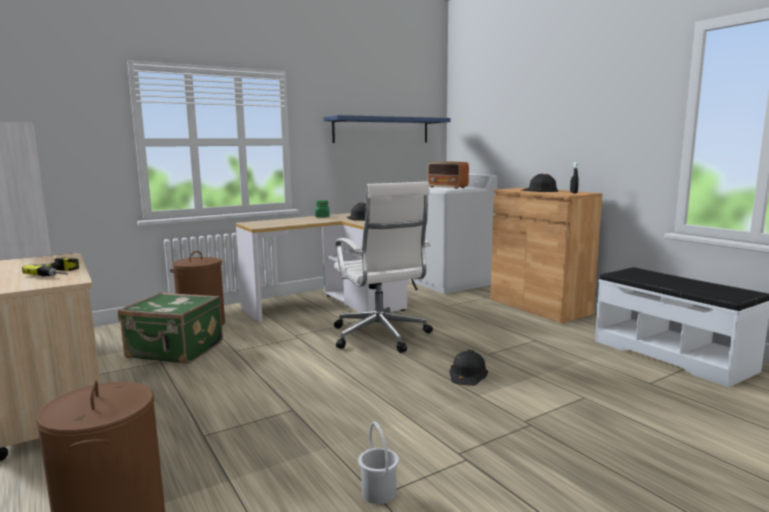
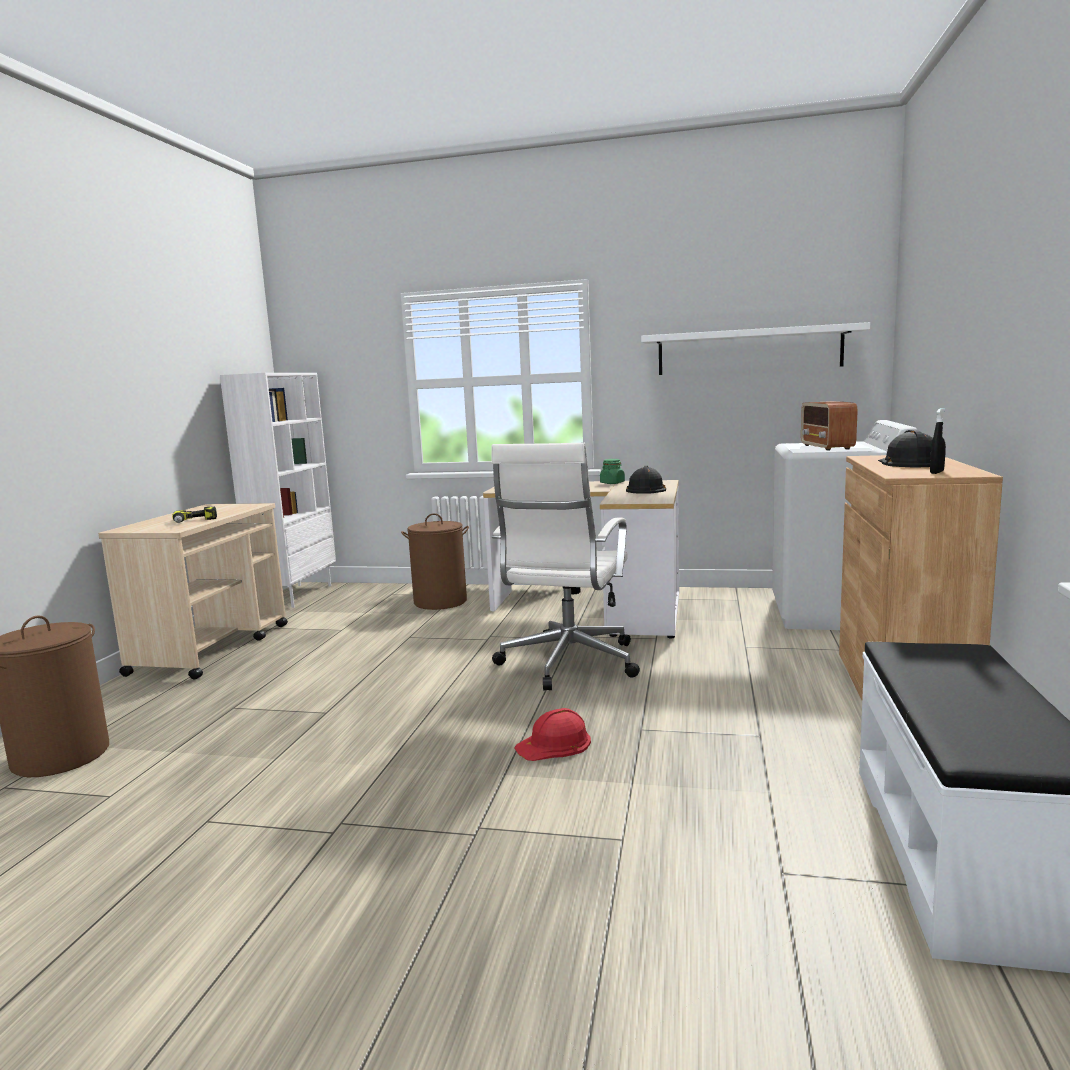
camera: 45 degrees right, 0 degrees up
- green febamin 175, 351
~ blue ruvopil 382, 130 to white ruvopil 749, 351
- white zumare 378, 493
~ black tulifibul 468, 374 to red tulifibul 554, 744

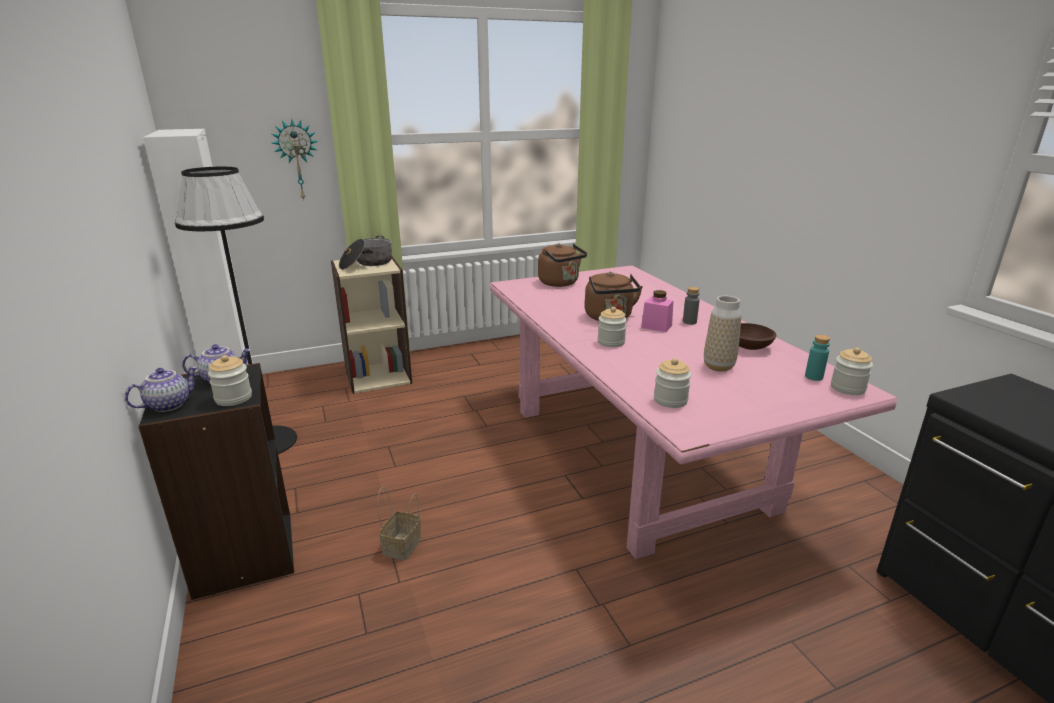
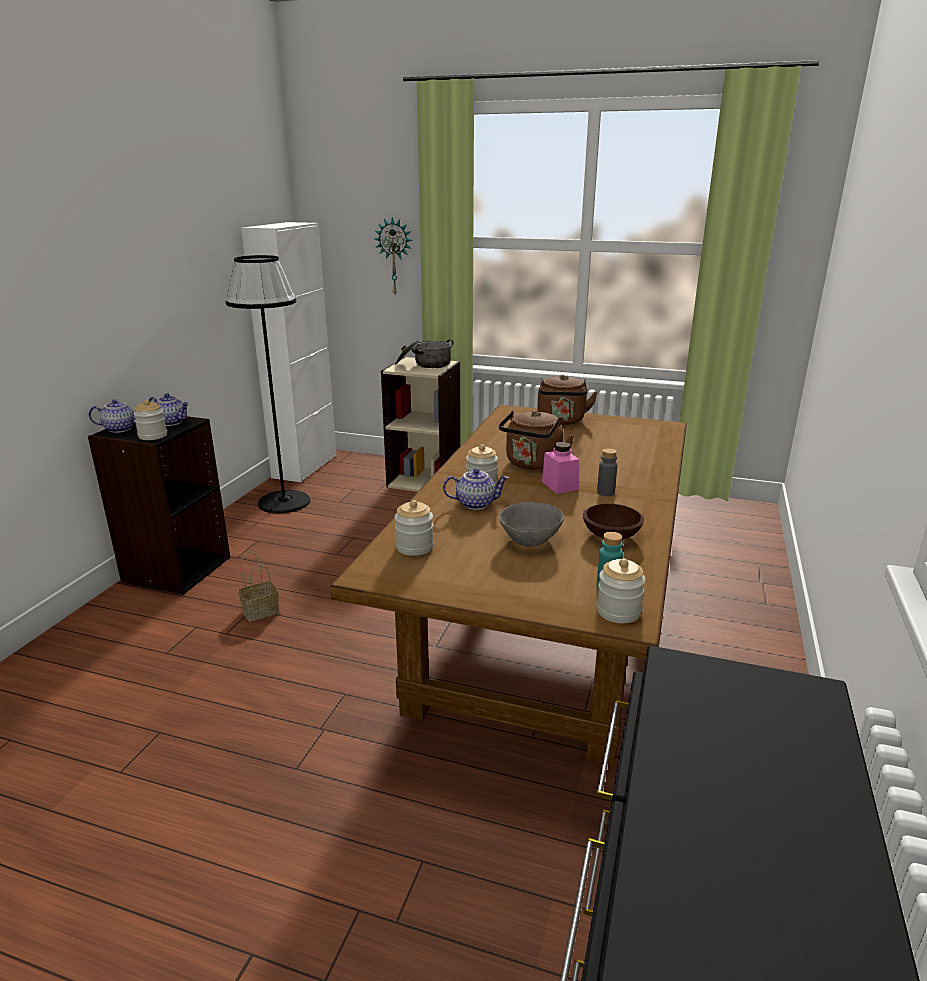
camera: 40 degrees right, 0 degrees up
~ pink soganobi 635, 455 to brown soganobi 541, 635
~ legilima 718, 366 to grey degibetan 529, 539
+ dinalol 476, 503

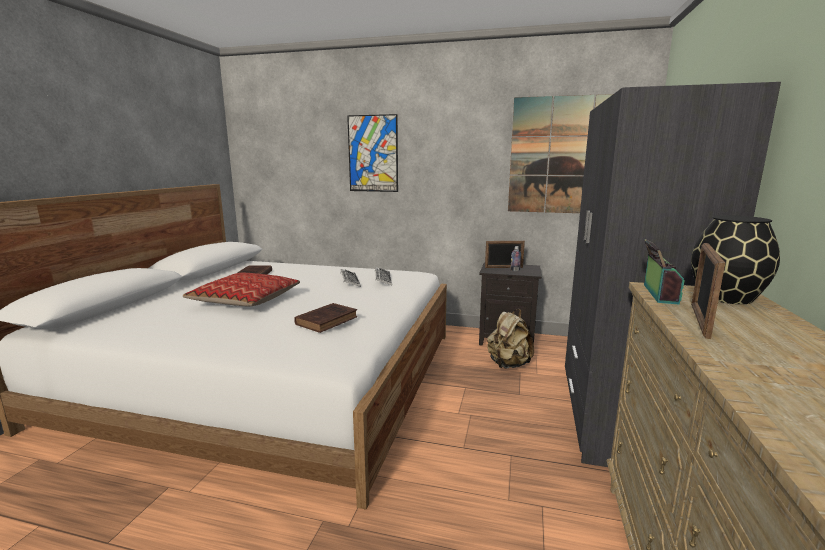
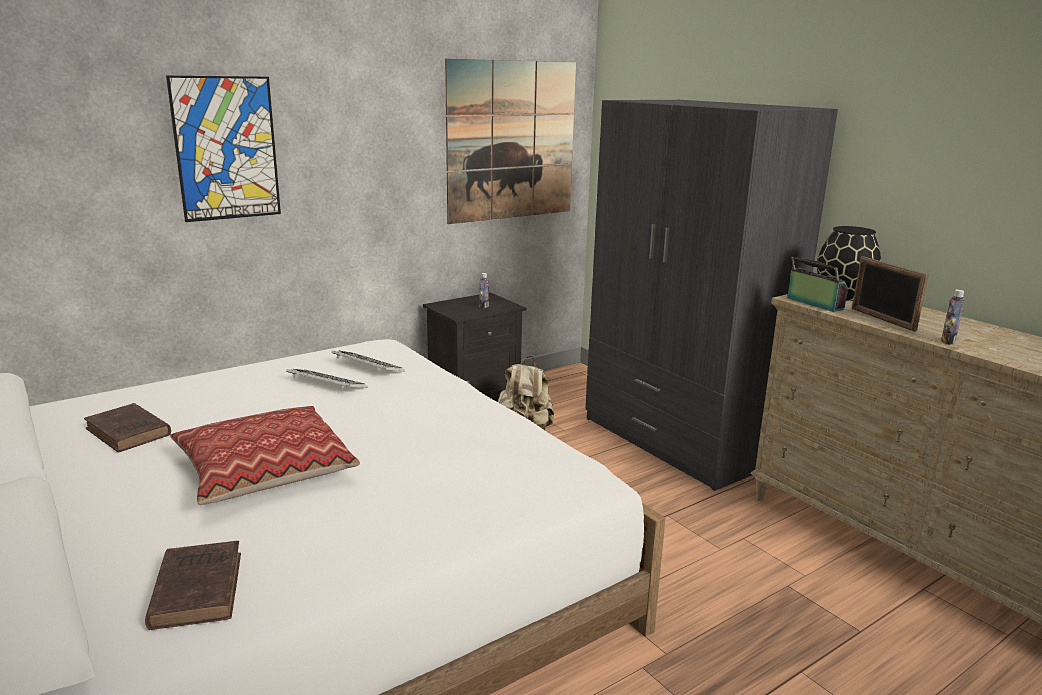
camera: 50 degrees left, 5 degrees up
~ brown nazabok 328, 320 to 198, 588
- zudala 503, 267
+ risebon 948, 341

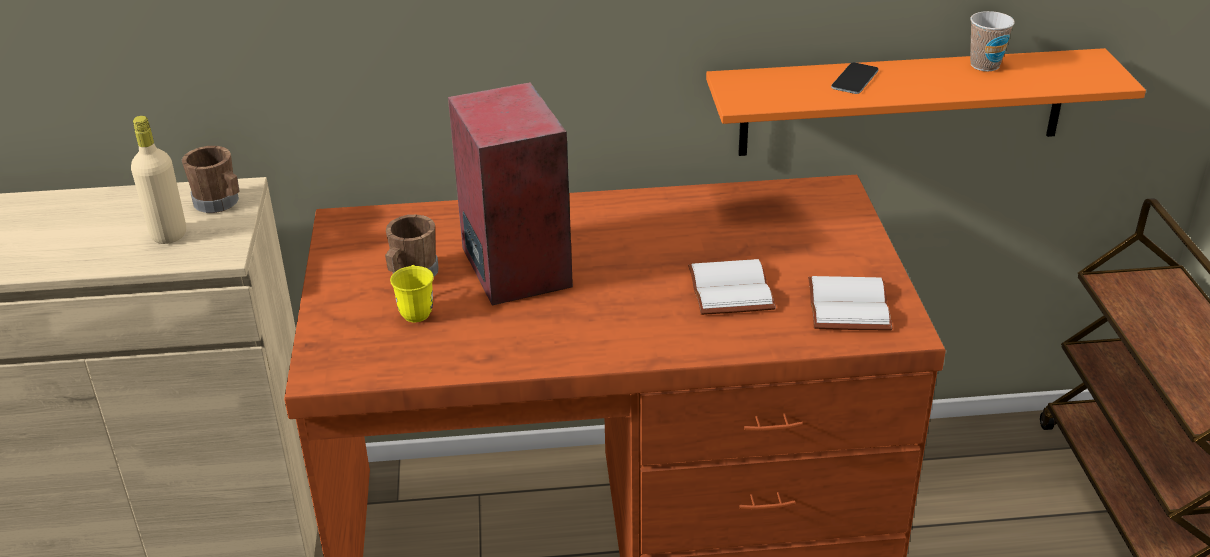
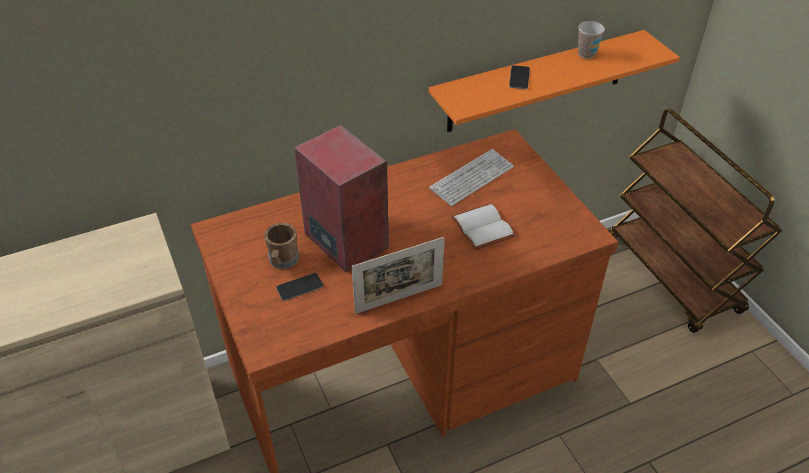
camera: 20 degrees left, 10 degrees up
- beige risebon 169, 234
- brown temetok 220, 203
~ yellow temetok 416, 310 to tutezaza 299, 287
- white nazabok 845, 305
+ zudala 399, 298
+ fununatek 472, 178

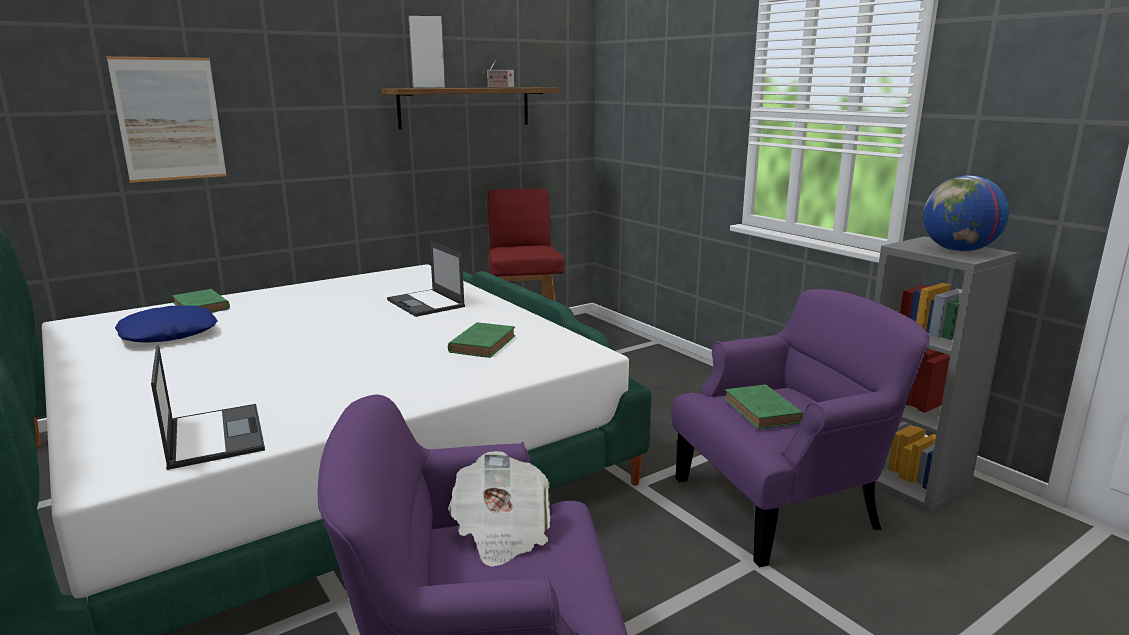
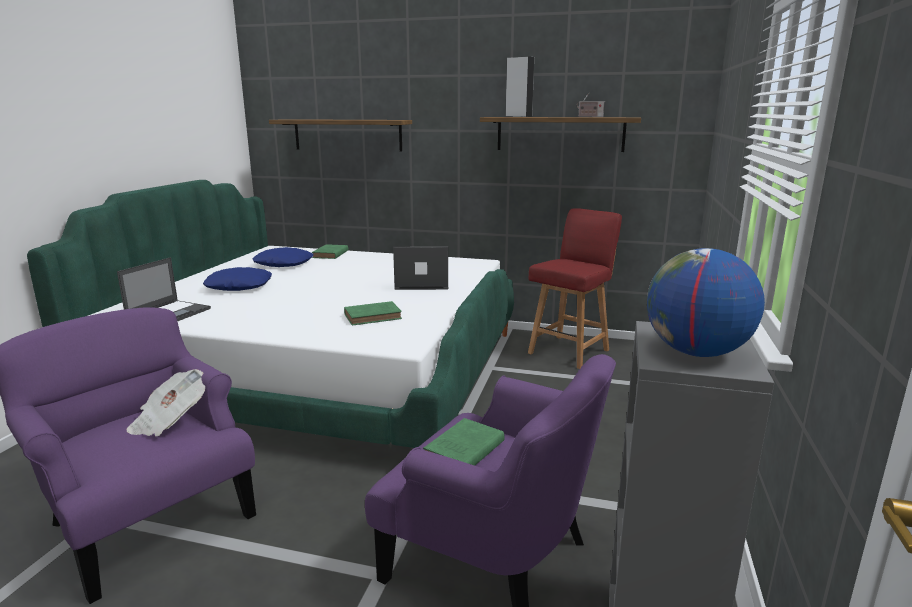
camera: 50 degrees right, 0 degrees up
~ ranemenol 169, 119 to ruvopil 347, 135
~ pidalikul 426, 303 = 421, 283 75 degrees clockwise
+ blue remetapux 239, 286

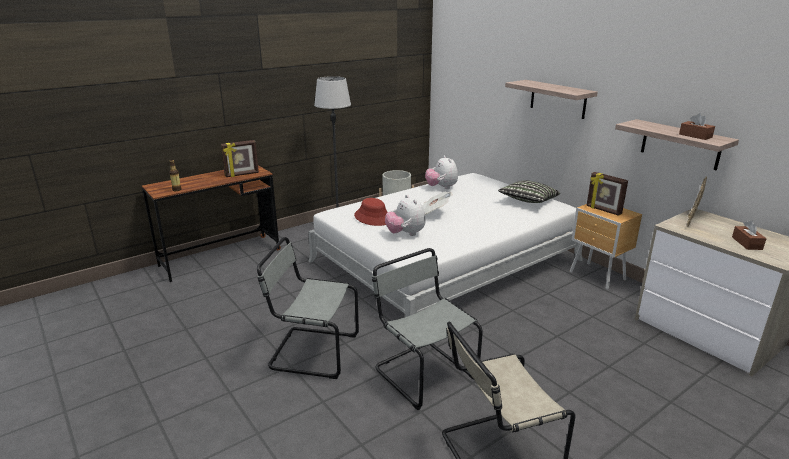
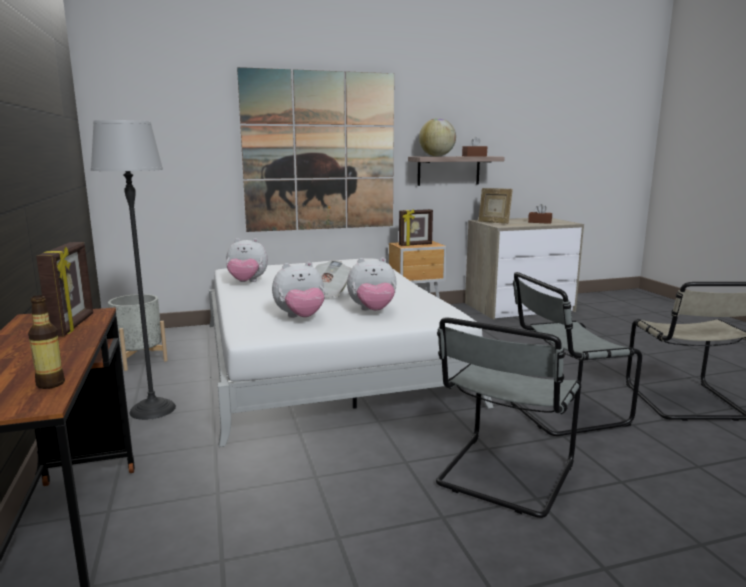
camera: 70 degrees left, 10 degrees down
~ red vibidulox 373, 217 to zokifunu 300, 318
- remetapux 528, 201
~ ruvopil 558, 99 to ranemenol 320, 152
+ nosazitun 437, 156

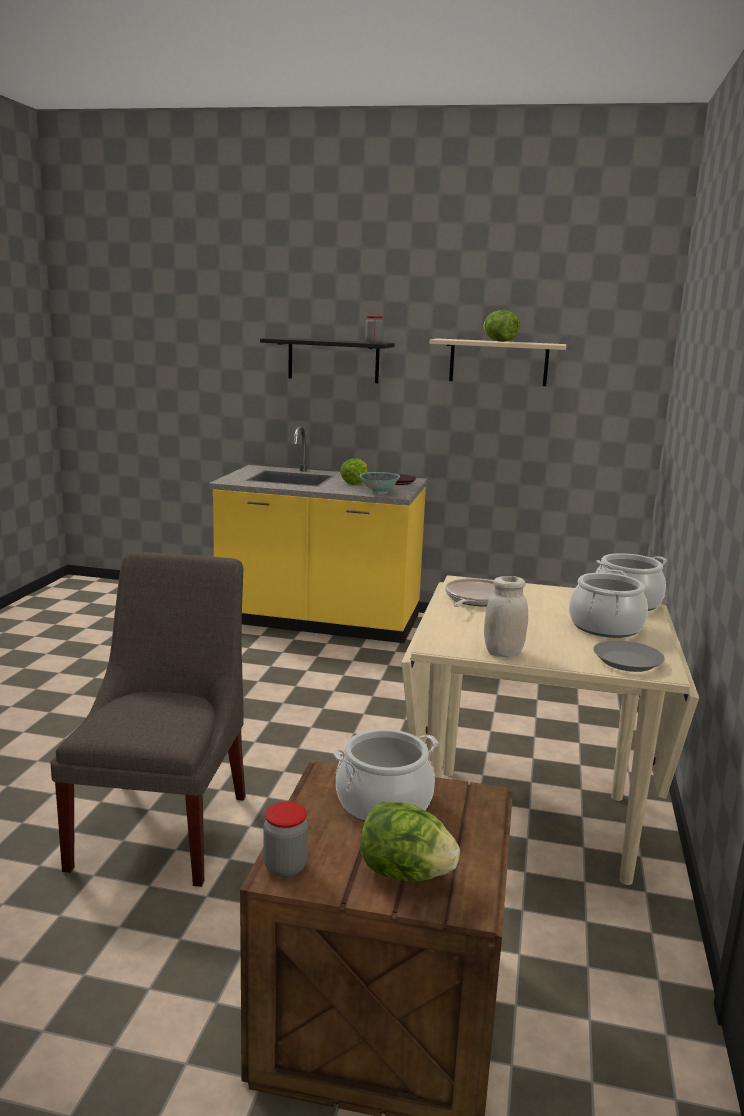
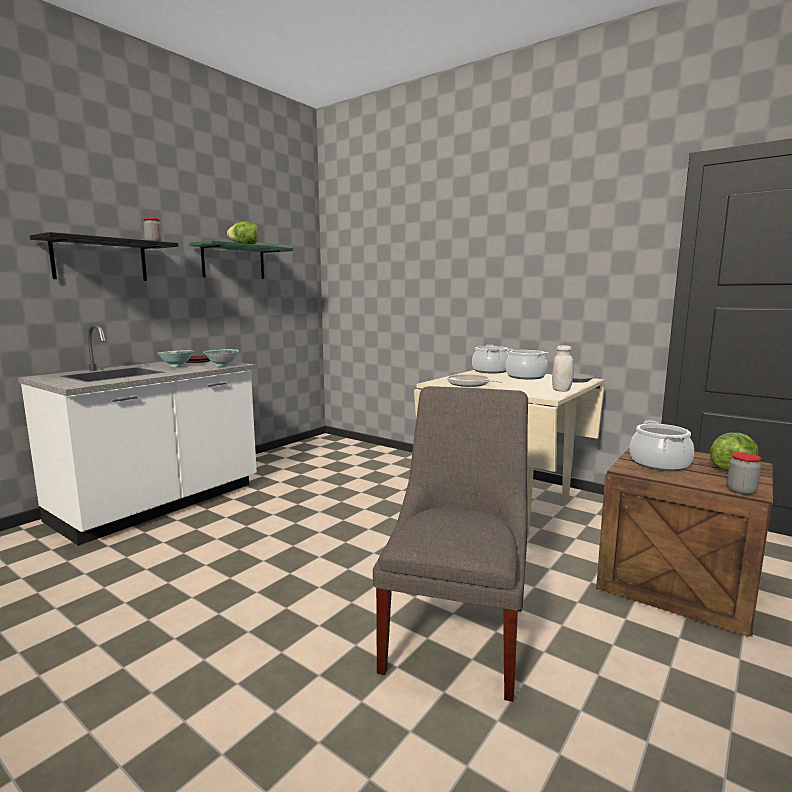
camera: 65 degrees left, 5 degrees down
~ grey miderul 165, 825 = 458, 632 75 degrees clockwise
~ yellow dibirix 319, 621 to white dibirix 159, 503
~ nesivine 354, 483 to degibetan 177, 366
~ beige ruvopil 498, 362 to green ruvopil 233, 262

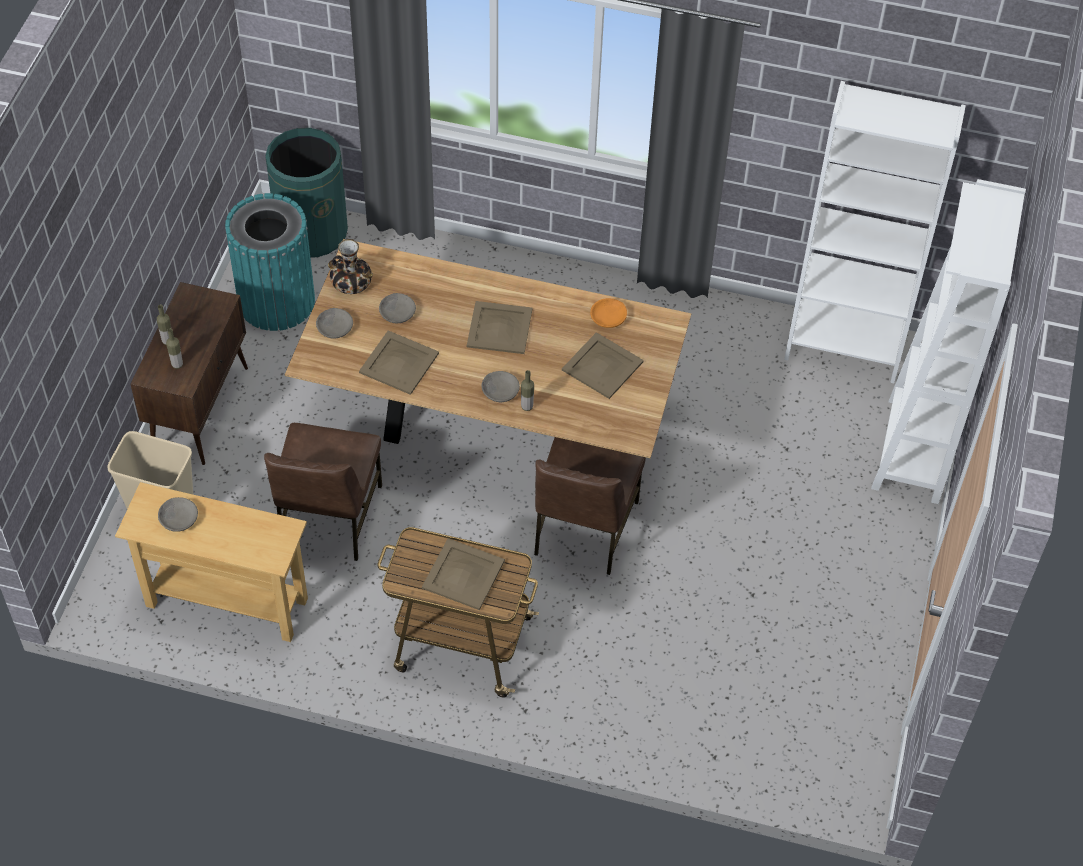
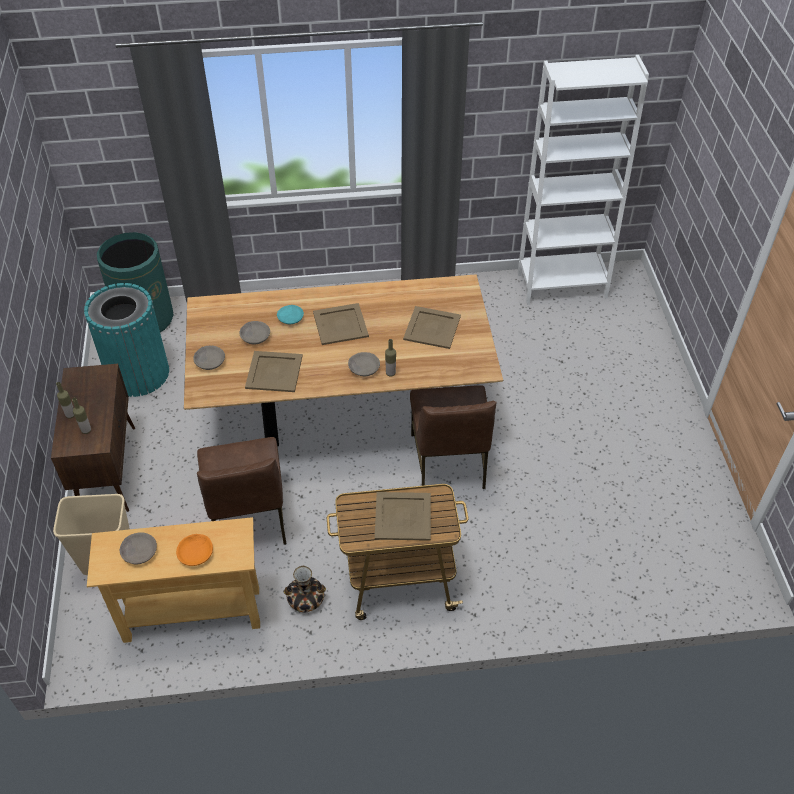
camera: 20 degrees left, 5 degrees down
~ legilima 350, 282 to 305, 599
~ orange degibetan 608, 317 to 196, 553
- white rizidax 913, 450
+ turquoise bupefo 290, 318

